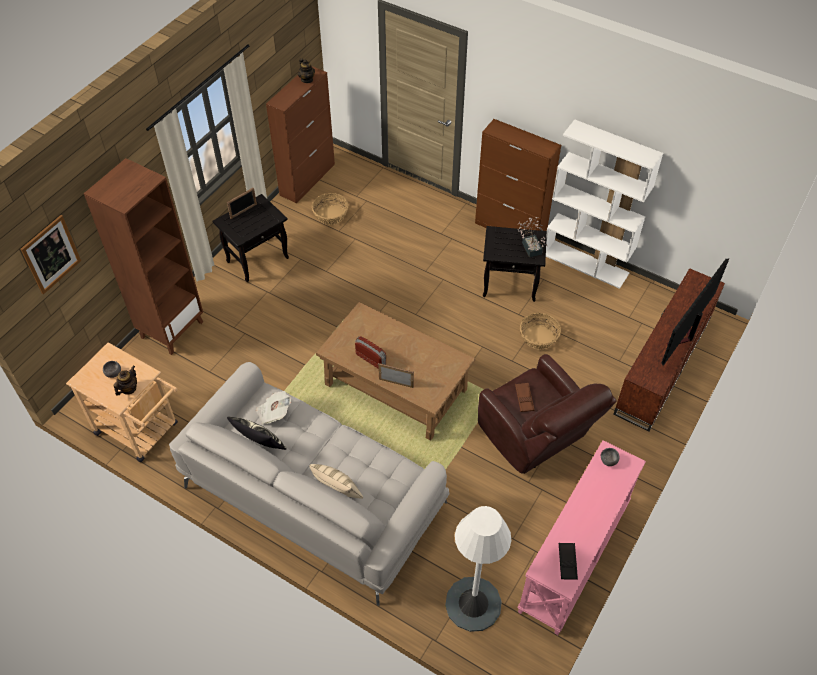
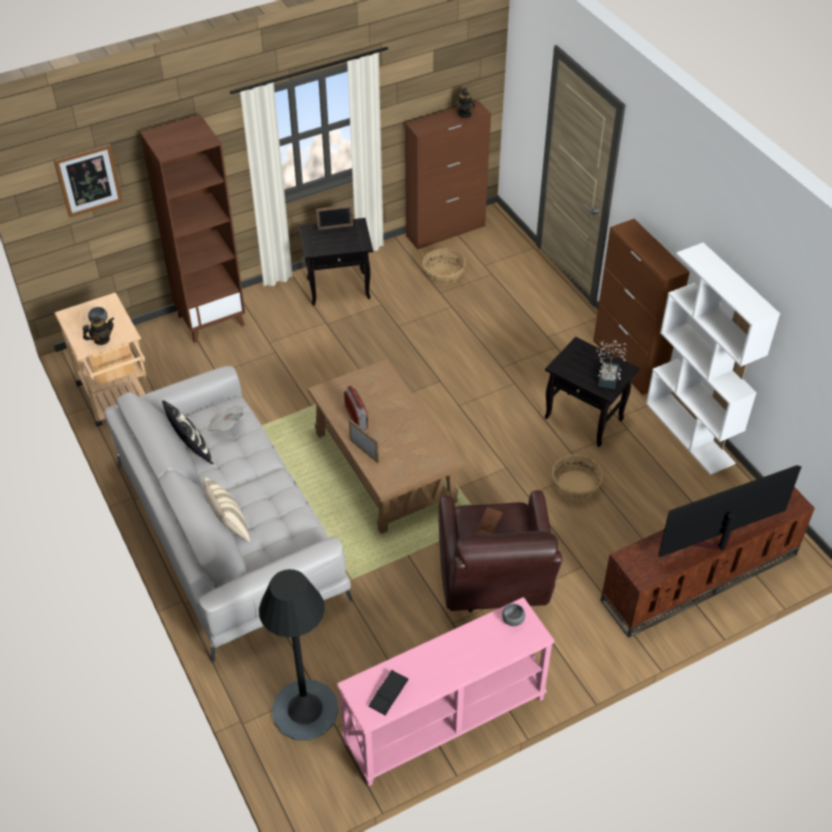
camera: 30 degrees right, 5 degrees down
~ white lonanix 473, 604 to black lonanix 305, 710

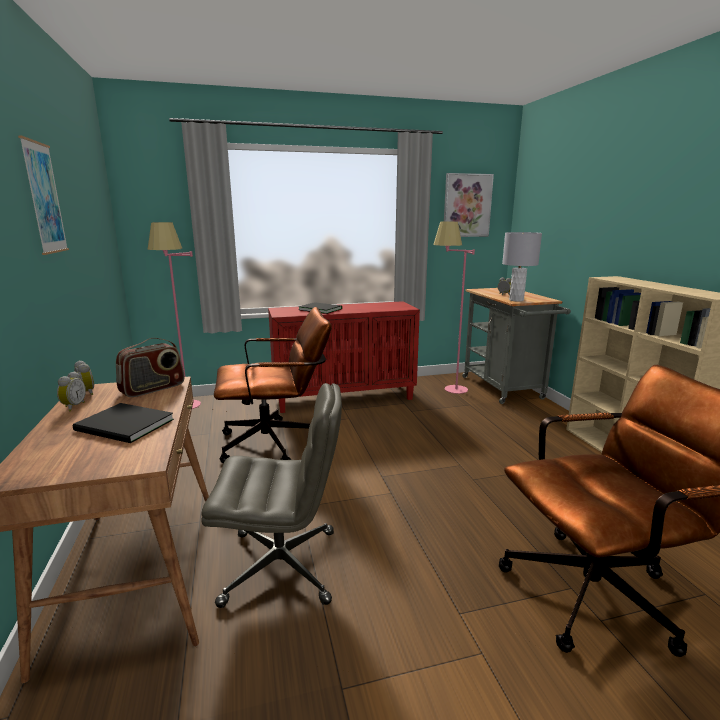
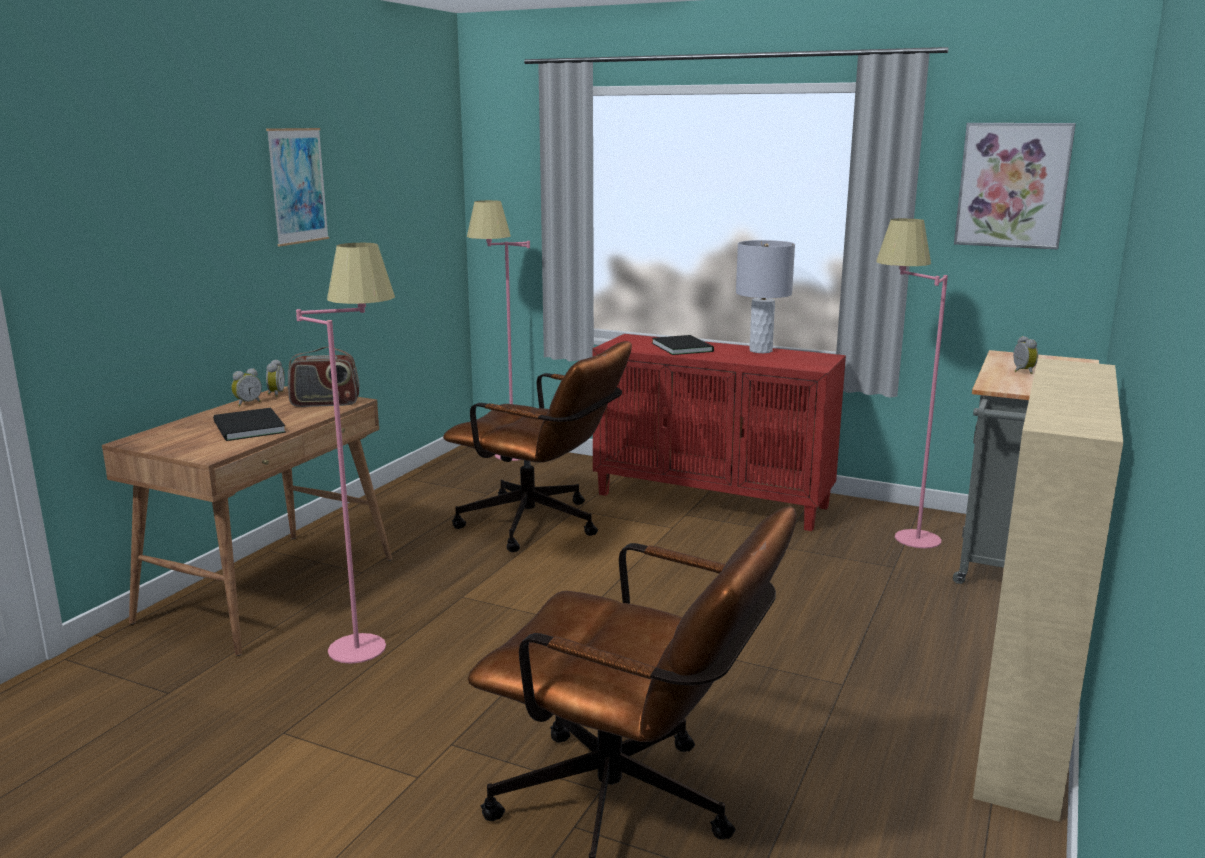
camera: 40 degrees right, 0 degrees up
~ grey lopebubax 282, 566 to pink lonanix 371, 636
~ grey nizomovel 516, 300 to 761, 351

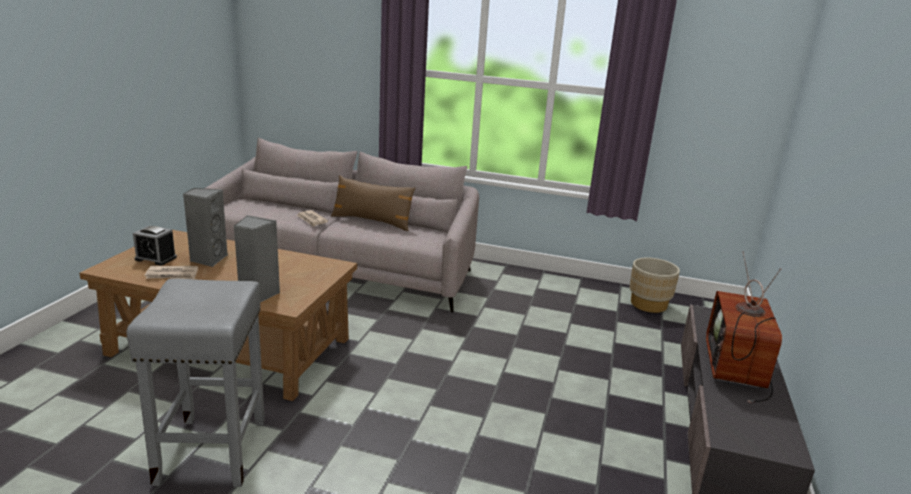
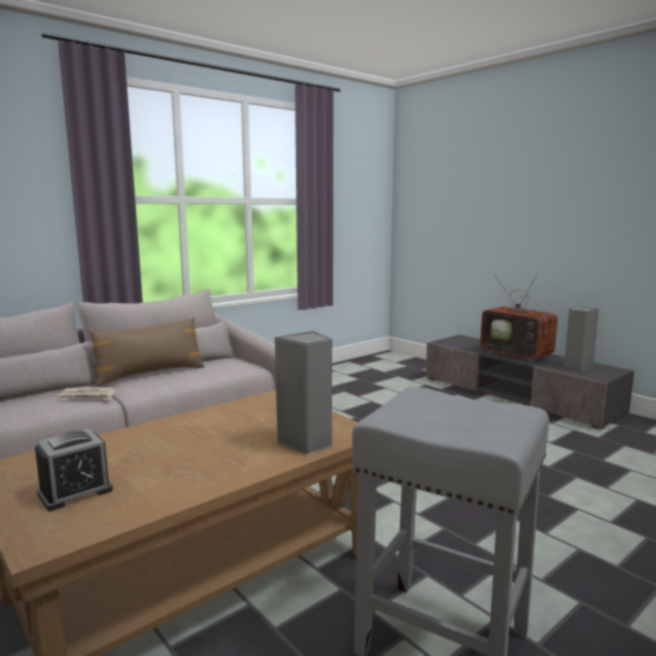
camera: 55 degrees left, 10 degrees down
- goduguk 172, 275
~ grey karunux 208, 259 to 576, 366
- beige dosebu 648, 304

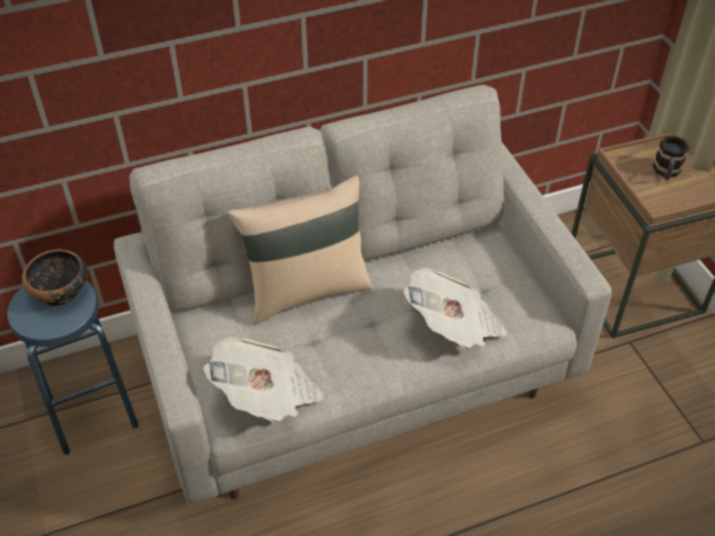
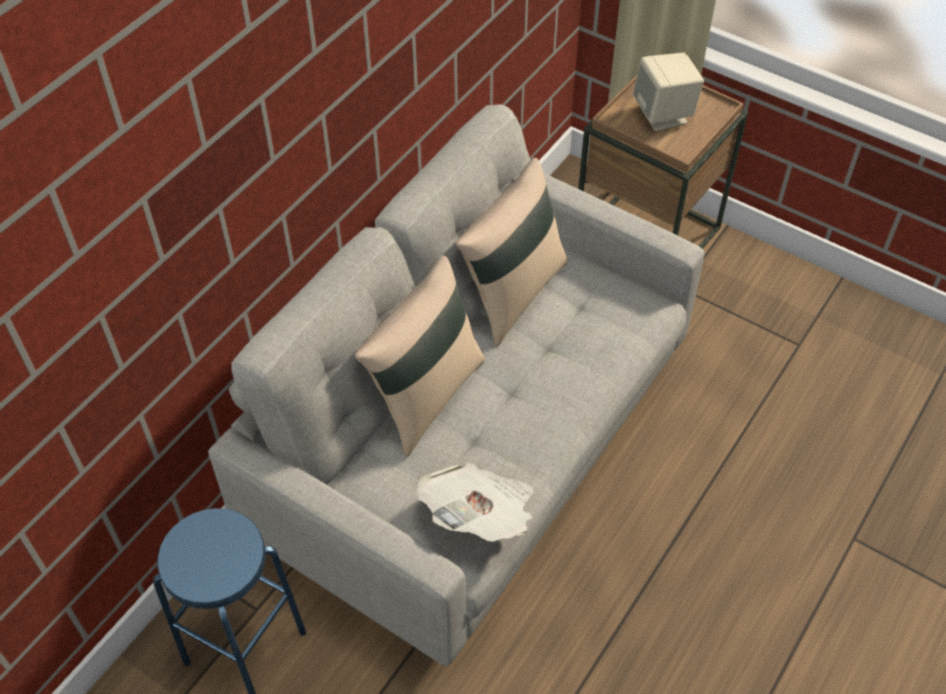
camera: 35 degrees left, 5 degrees up
- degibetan 60, 292
- goduguk 454, 326
~ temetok 666, 172 to beige karunux 663, 114
+ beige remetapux 512, 293

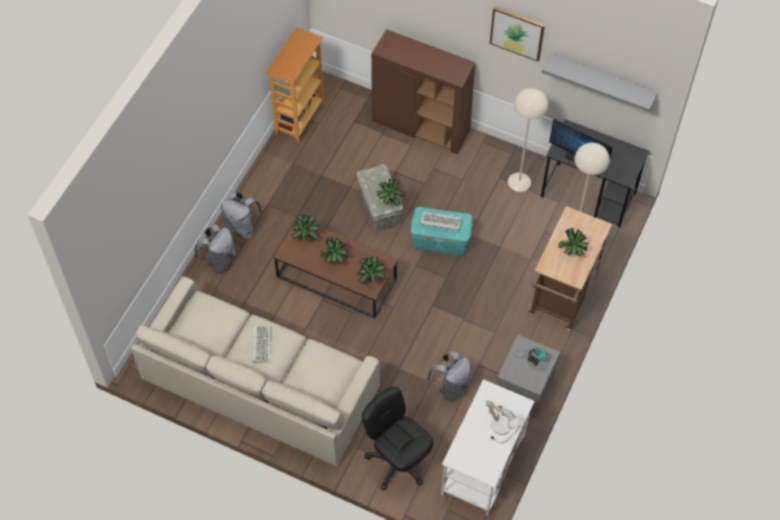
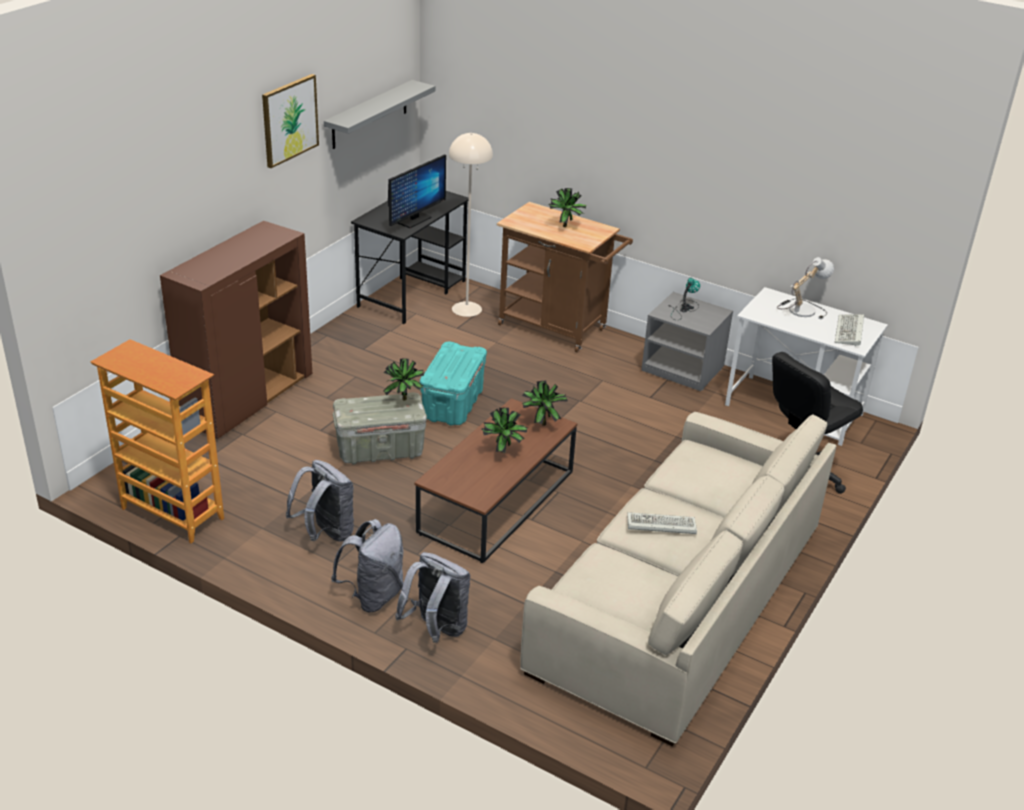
camera: 85 degrees left, 25 degrees down
- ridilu 306, 236
~ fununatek 439, 222 to 849, 332
~ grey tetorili 451, 386 to 325, 533
- beige lonanix 519, 182

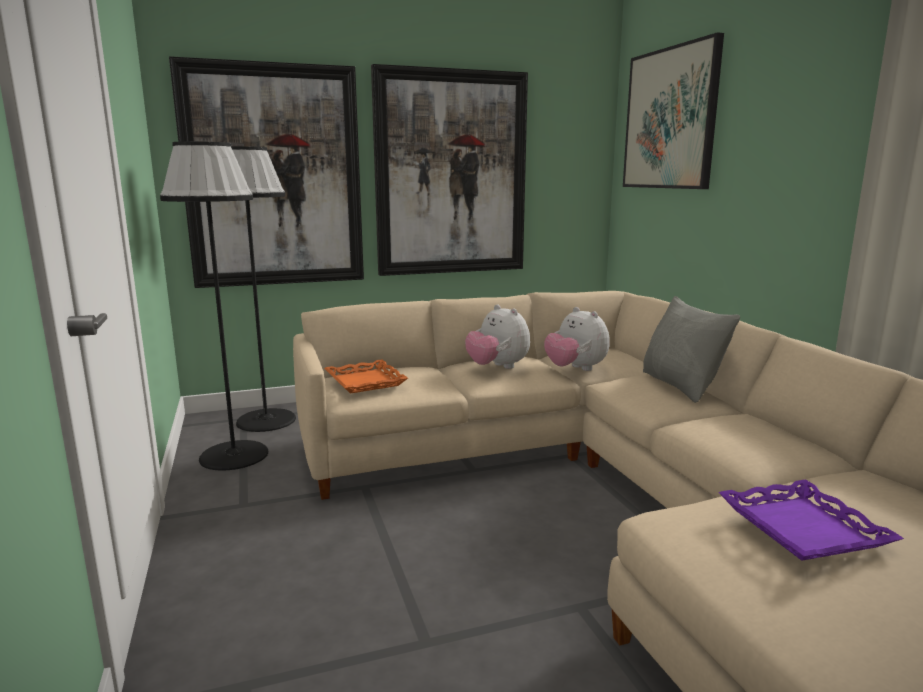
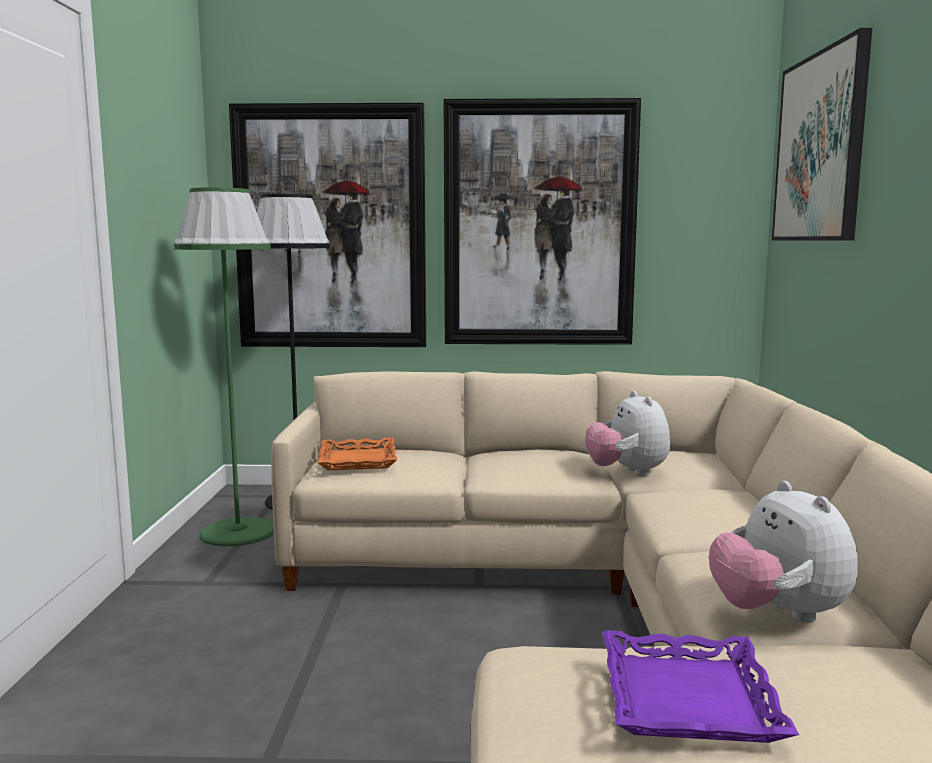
camera: 20 degrees right, 5 degrees down
~ black lonanix 234, 455 to green lonanix 238, 532
~ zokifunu 497, 367 to 778, 614
- grey remetapux 681, 386

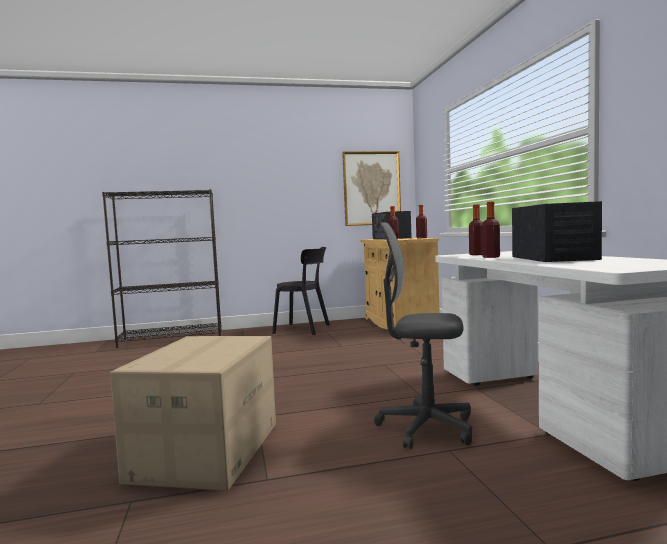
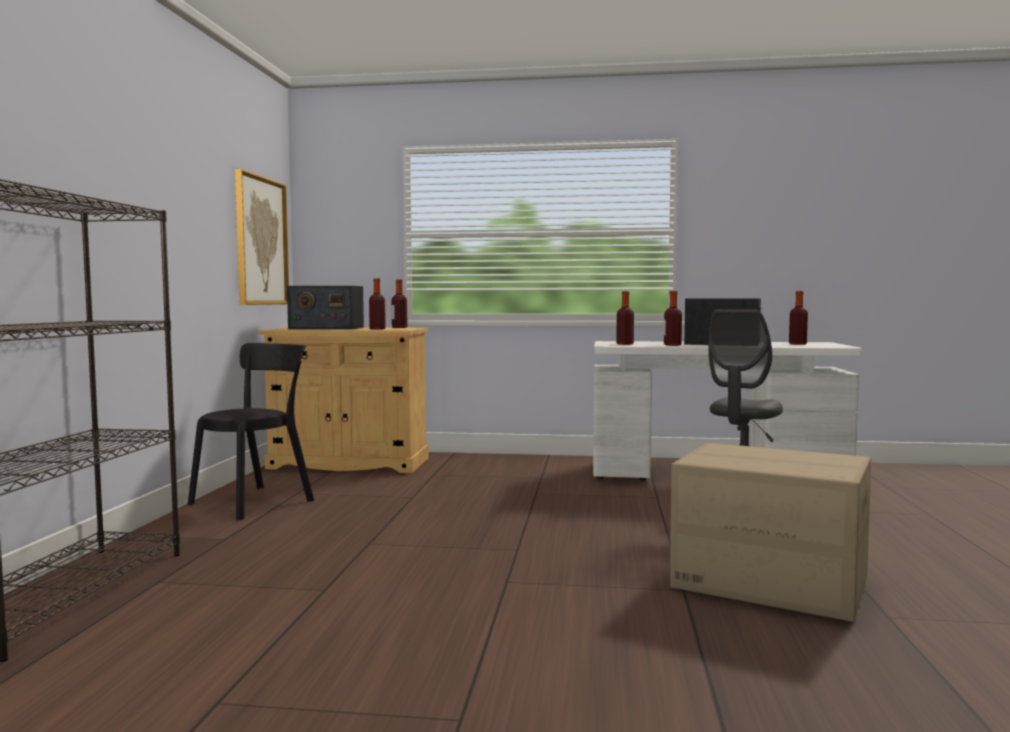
camera: 70 degrees left, 0 degrees up
+ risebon 797, 344

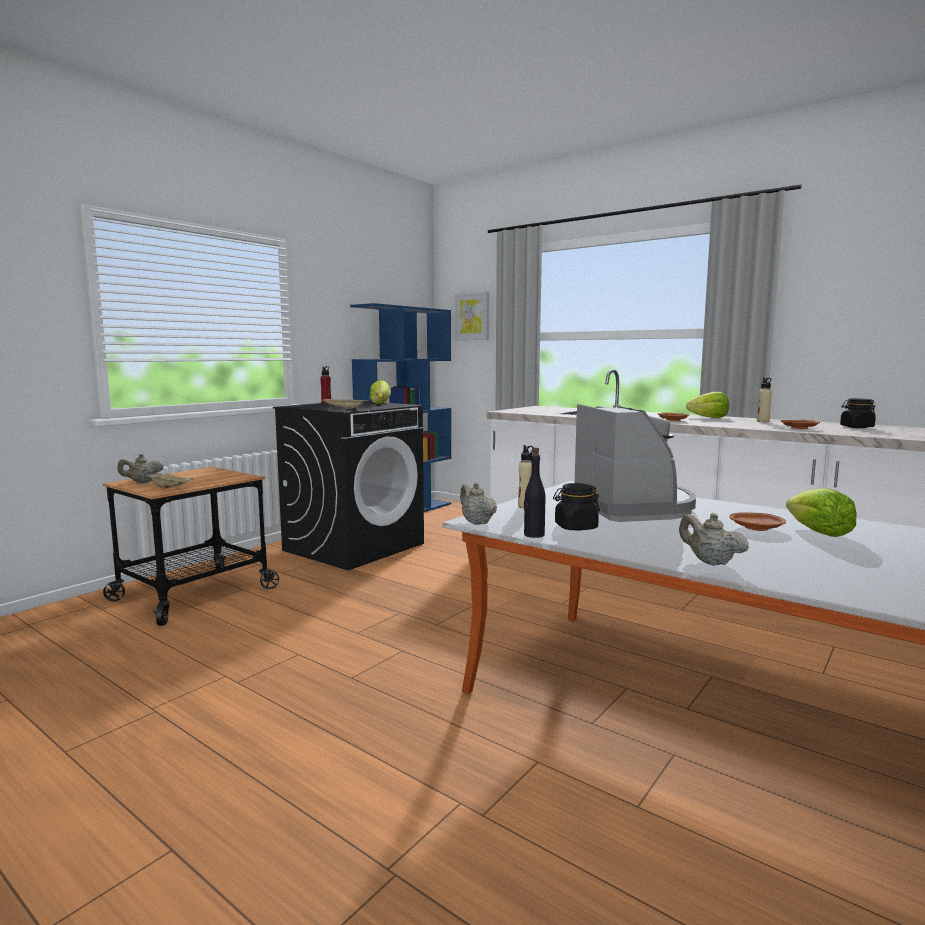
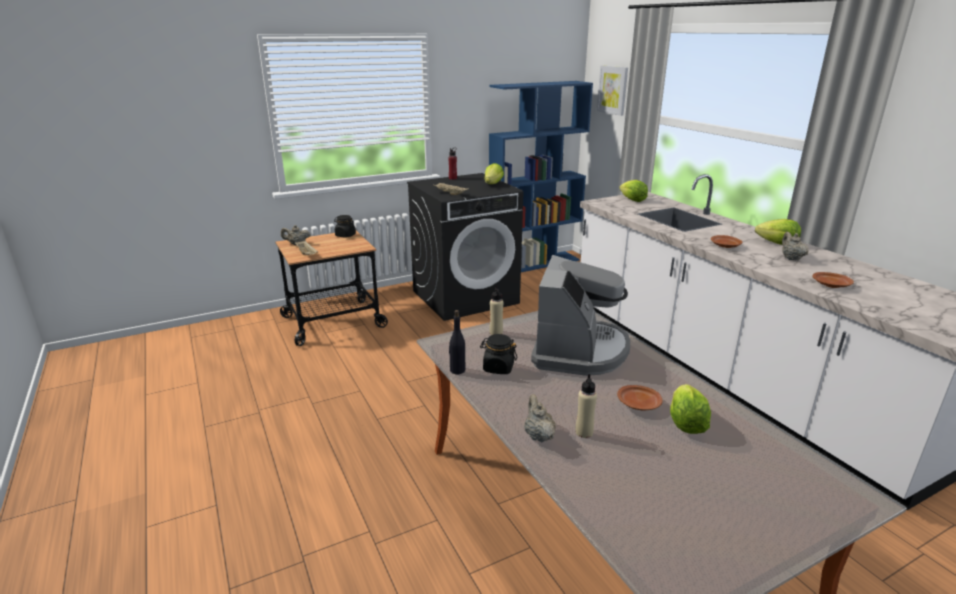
camera: 25 degrees right, 15 degrees up
~ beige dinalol 476, 522 to 790, 258
~ beige risebon 763, 421 to 584, 432
~ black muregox 856, 427 to 345, 235
+ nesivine 632, 200

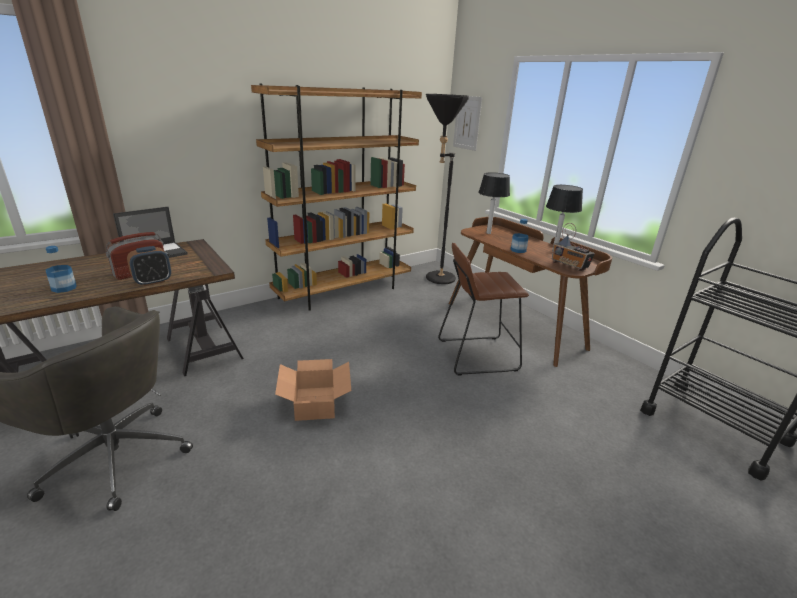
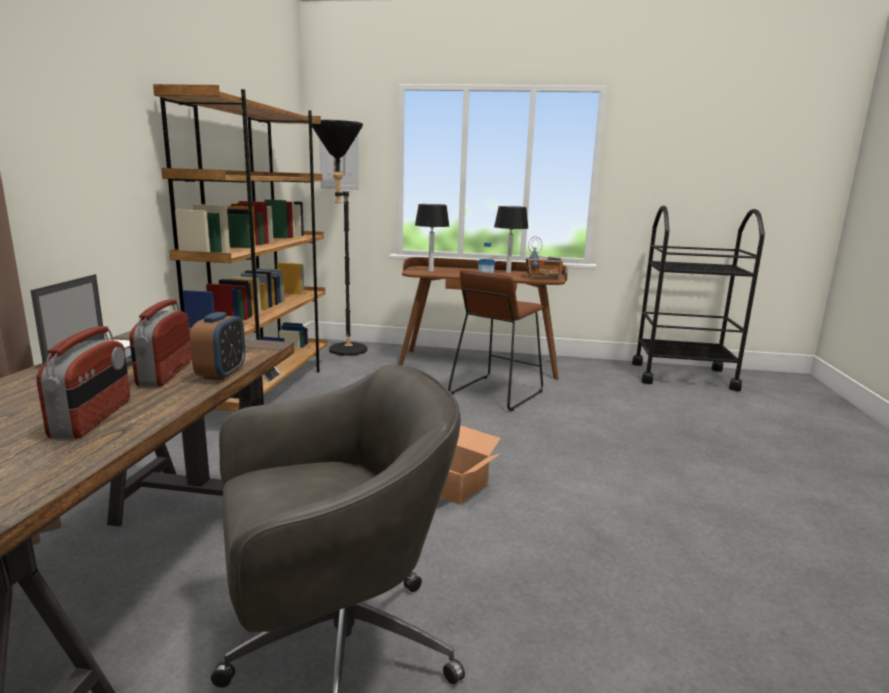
camera: 45 degrees left, 10 degrees down
~ risebon 64, 288 to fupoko 93, 418

